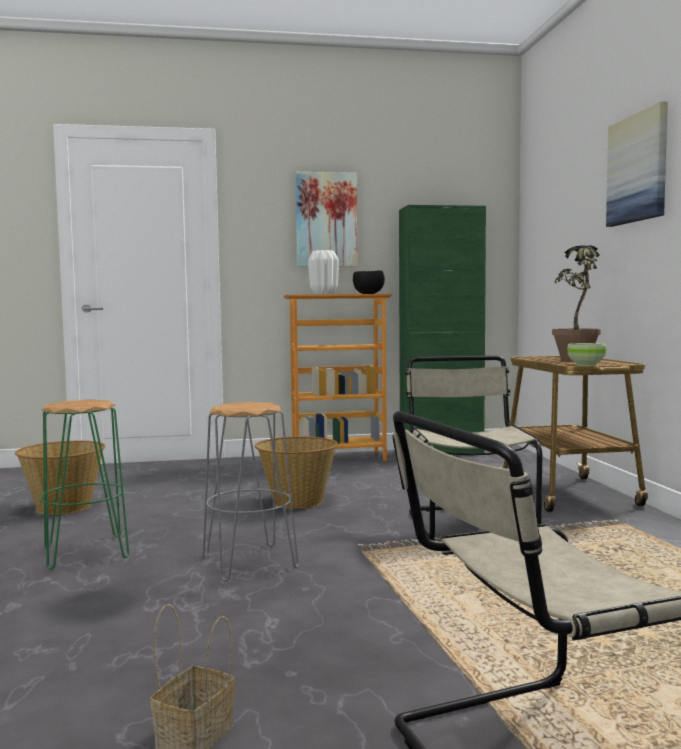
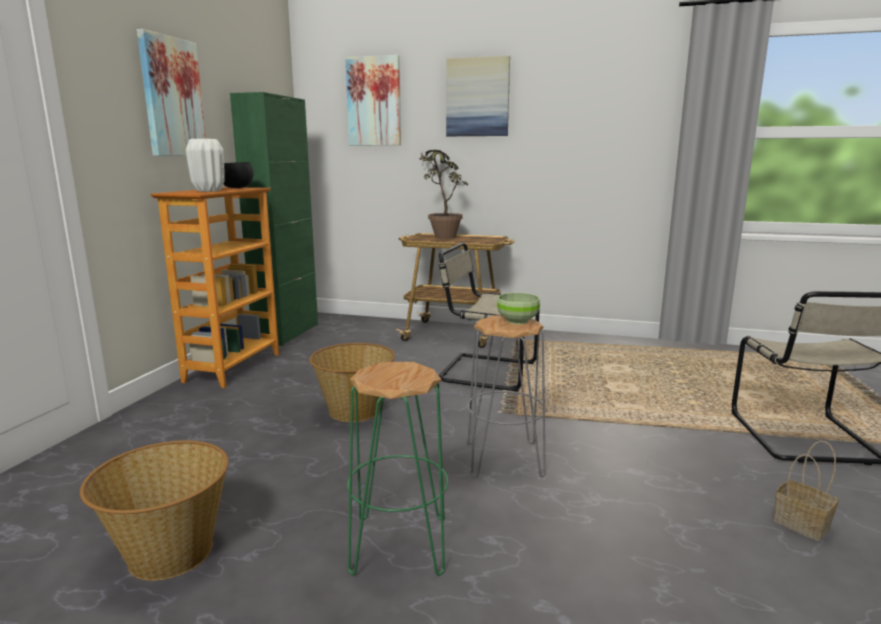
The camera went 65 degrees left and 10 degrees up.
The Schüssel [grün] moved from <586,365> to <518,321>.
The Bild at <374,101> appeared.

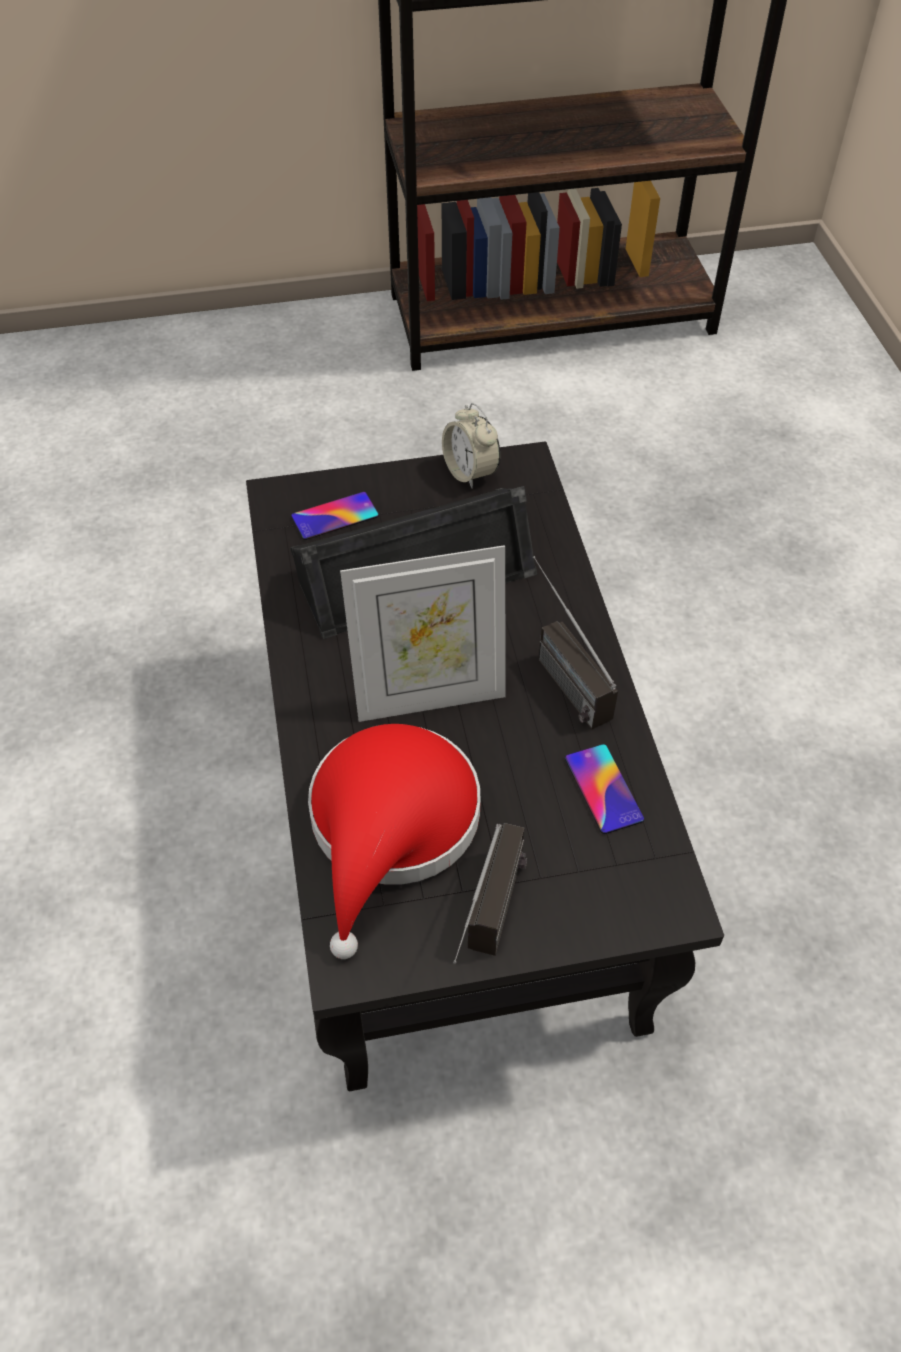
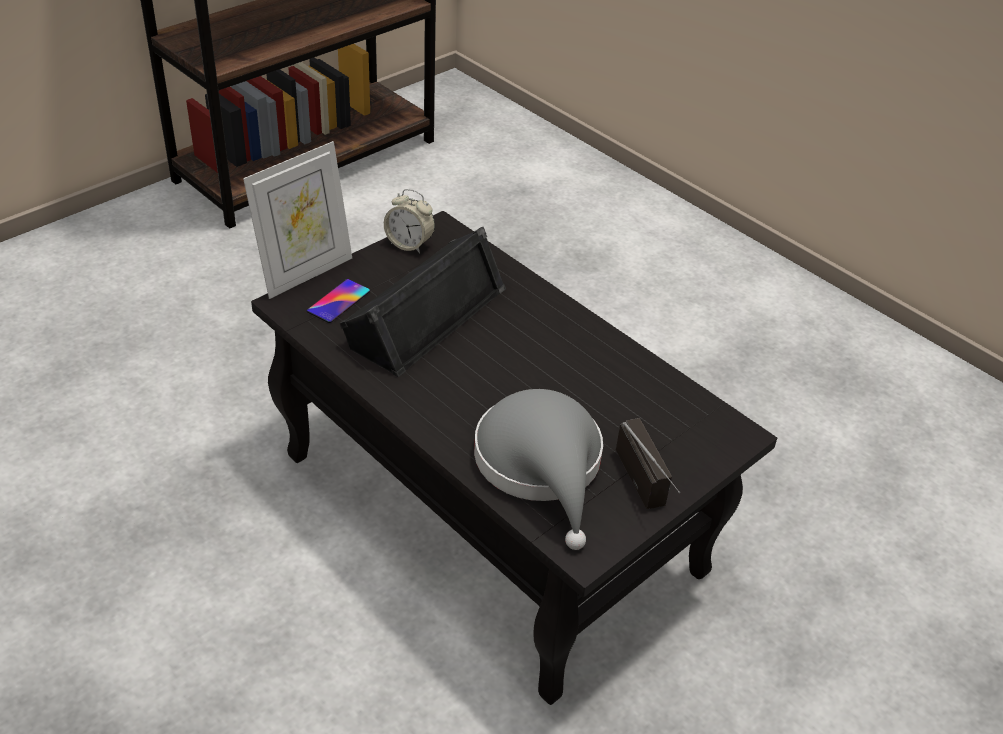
The camera went 35 degrees left and 10 degrees down.
The Bilderrahmen moved from <429,696> to <305,273>.
The Radio at <557,671> disappeared.
The Hut [rot] at <391,828> became the Hut [grau] at <542,466>.
The Handy at <603,789> disappeared.

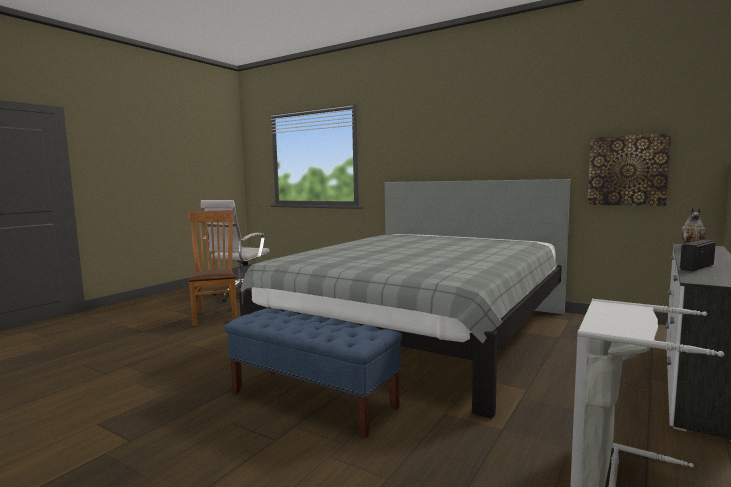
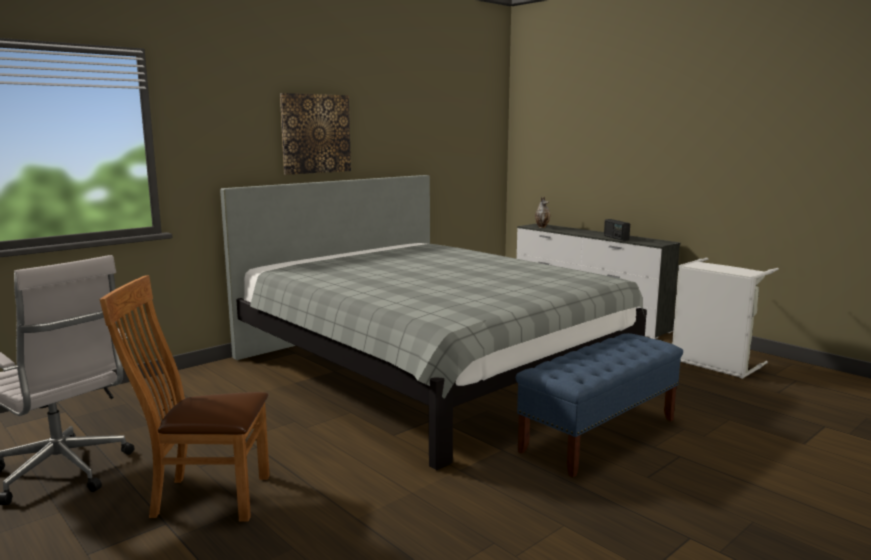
The camera went 75 degrees left and 5 degrees up.
The Bild moved from <627,170> to <315,134>.

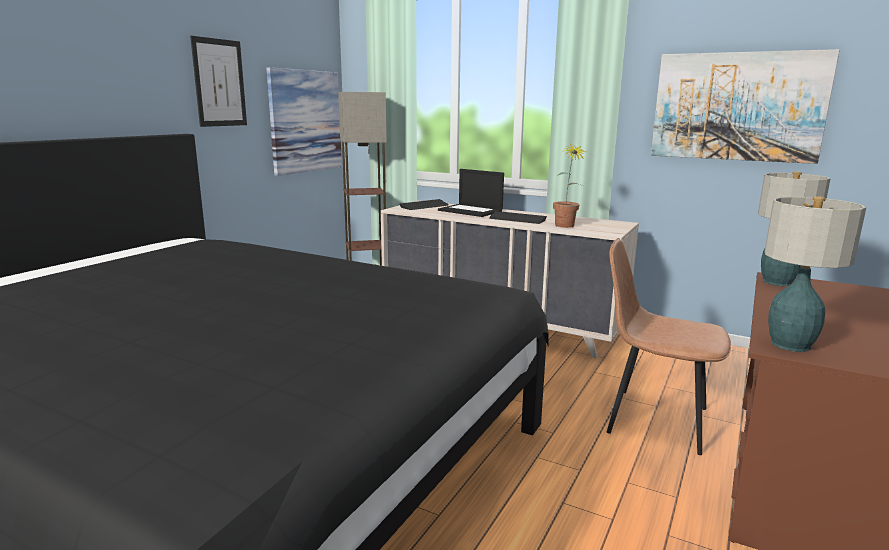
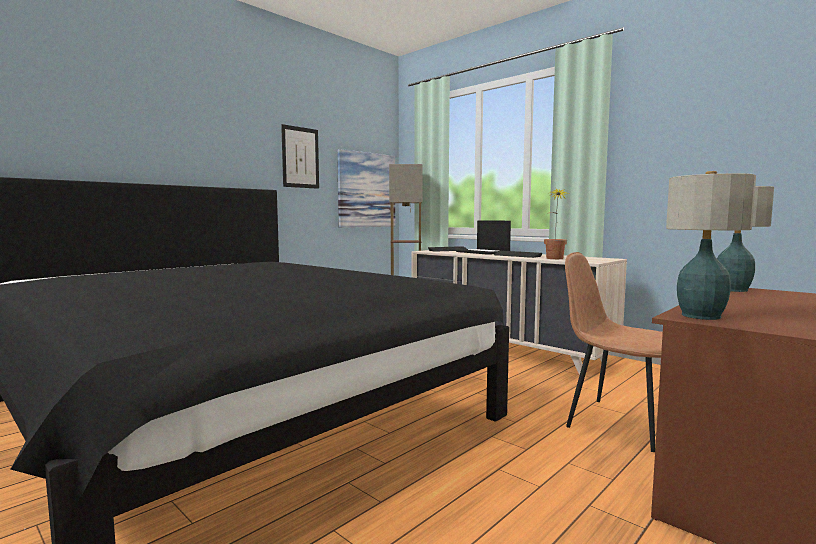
The camera went 15 degrees right and 10 degrees down.
The Bild at <737,107> disappeared.

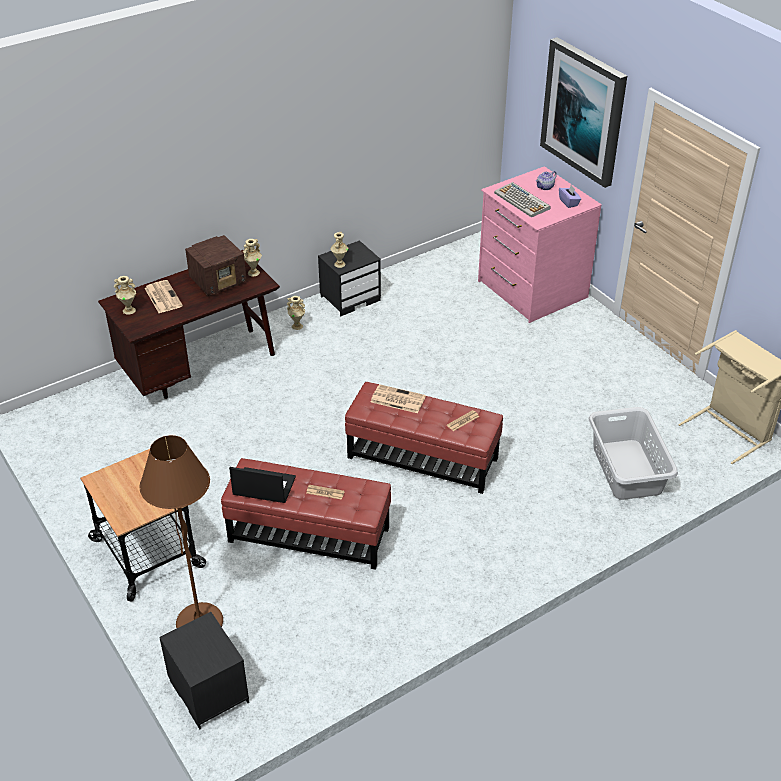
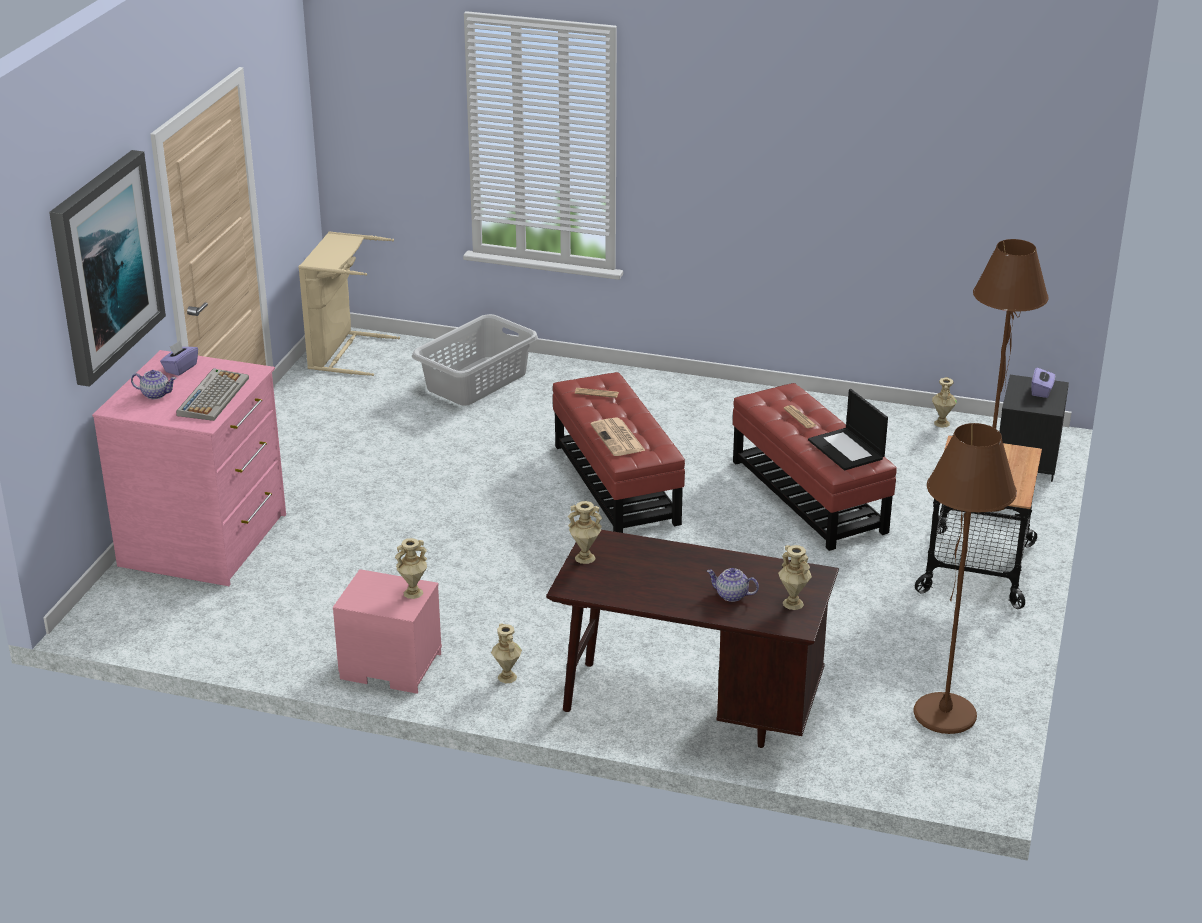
The camera went 130 degrees left and 10 degrees down.
The Radio at <219,281> disappeared.
The Nachttisch [schwarz] at <350,298> became the Nachttisch [rosa] at <389,667>.
The Zeitung at <162,297> was replaced by the Teekanne at <731,595>.
The Taschentuchbox [lila] at <1042,391> appeared.
The Vase [beige] at <941,423> appeared.
The Stehlampe [braun] at <944,715> appeared.

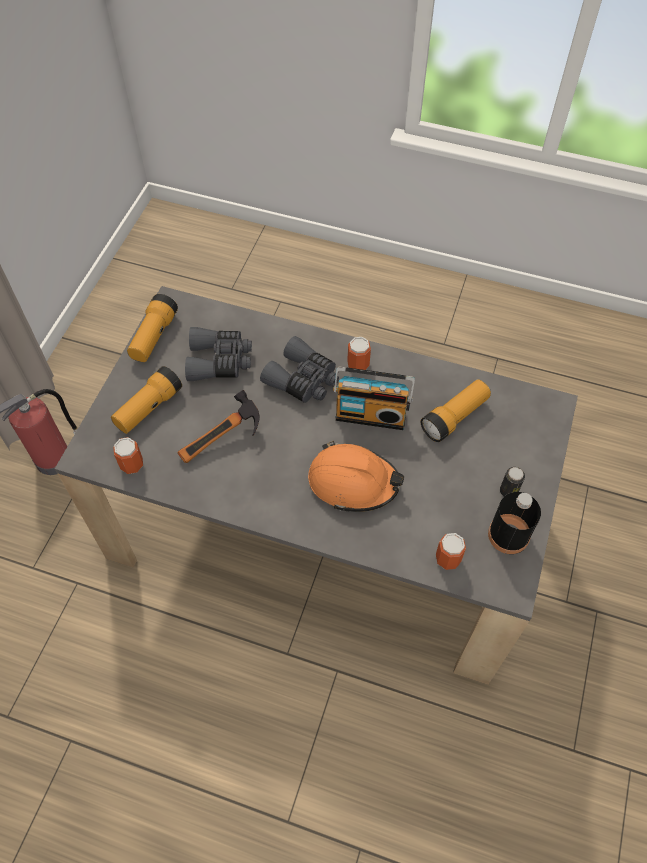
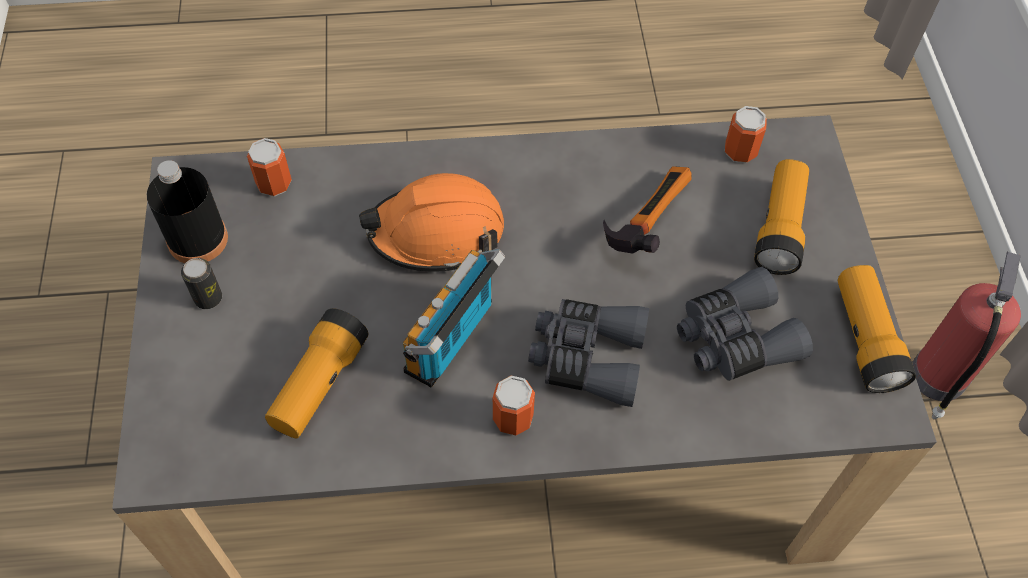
The camera went 155 degrees right and 0 degrees up.
The Radio at <371,414> turned 45 degrees counterclockwise.

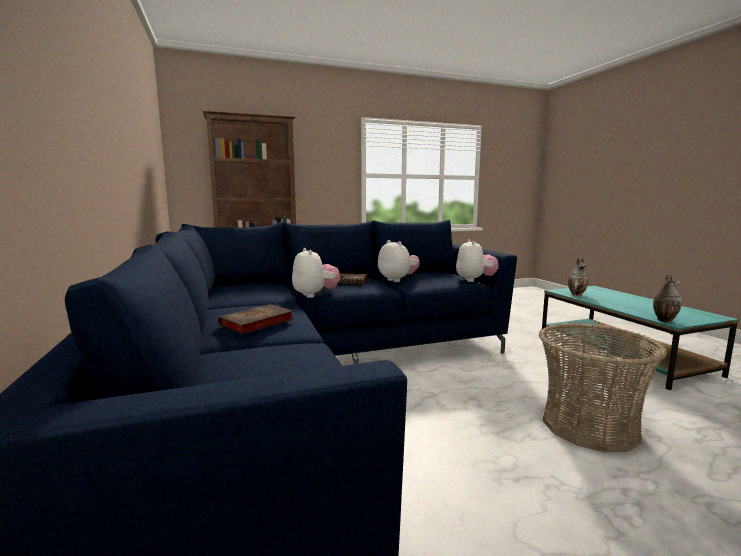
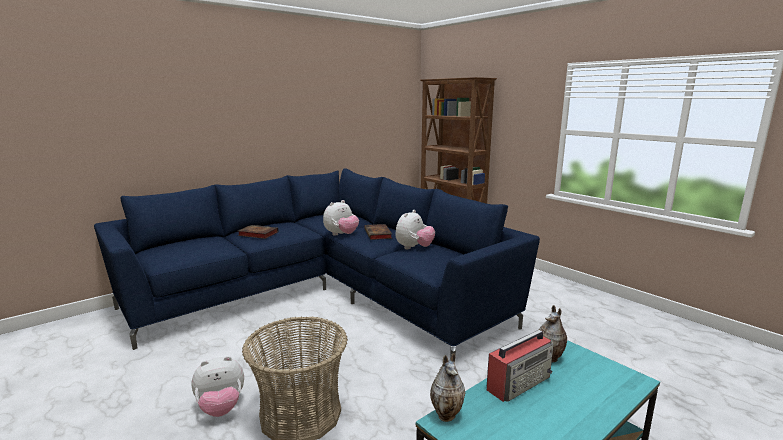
The camera went 70 degrees right and 5 degrees up.
The Plüschtier moved from <475,280> to <221,408>.
The Radio at <519,382> appeared.

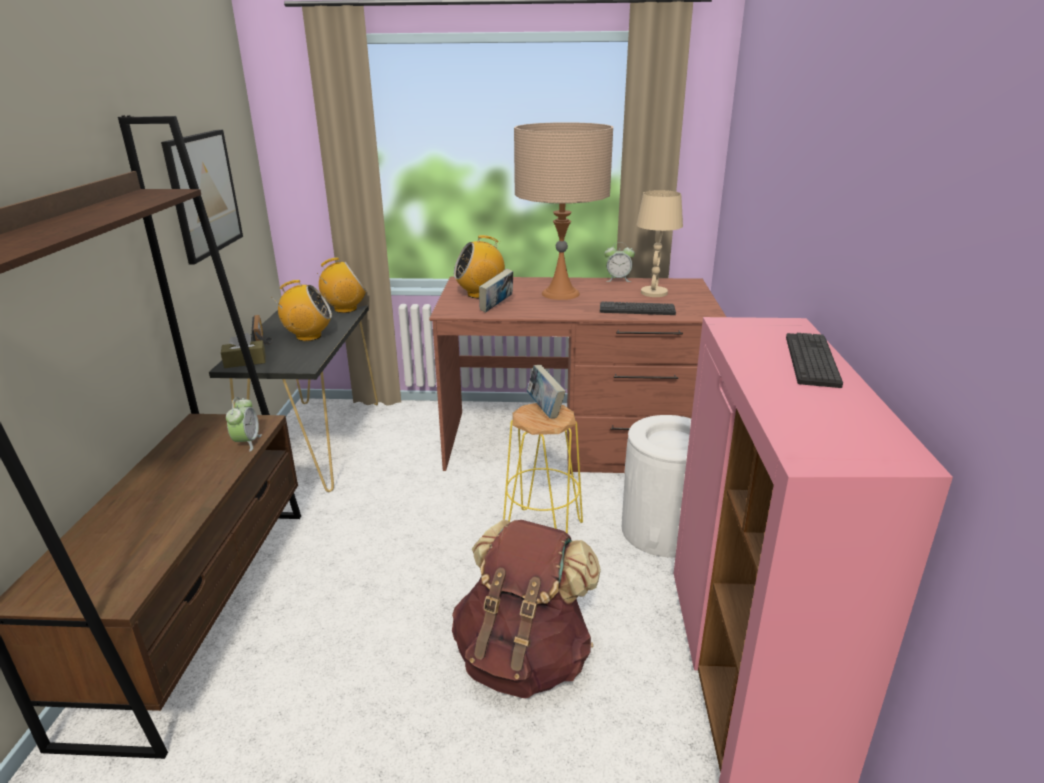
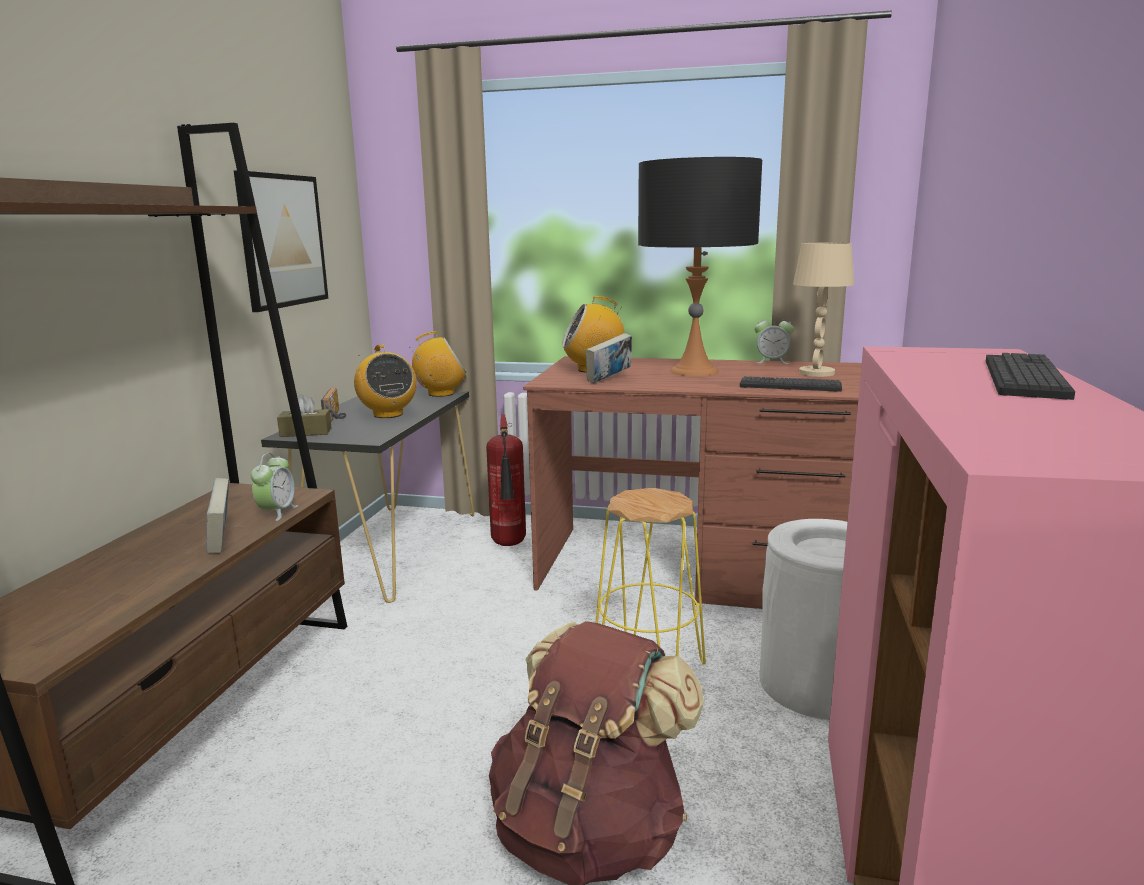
The camera went 10 degrees right and 10 degrees down.
The Tischlampe [beige] at <560,293> became the Tischlampe [schwarz] at <694,371>.
The Radio at <308,336> turned 60 degrees clockwise.
The Buch moved from <545,409> to <222,541>.
The Feuerlöscher at <509,545> appeared.

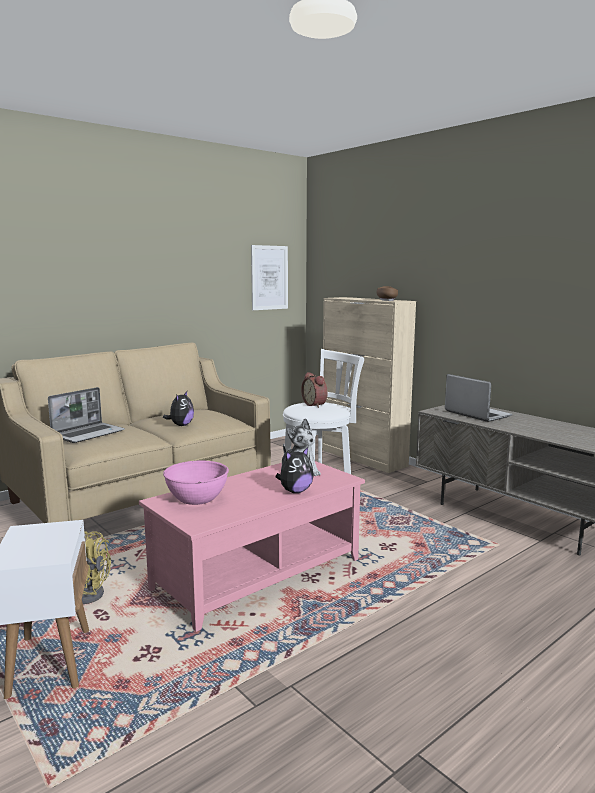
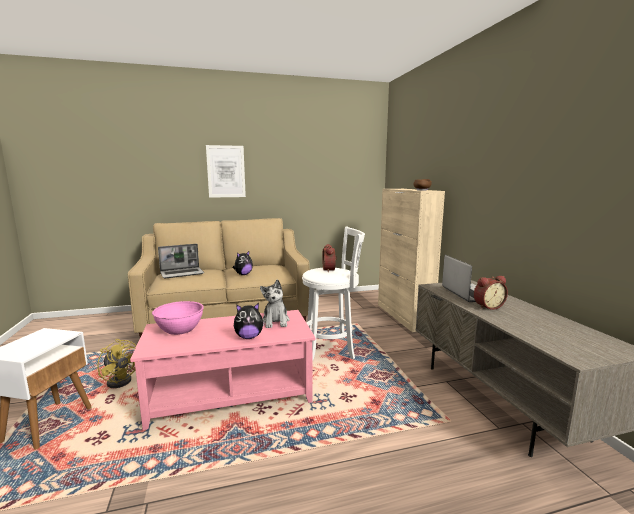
The camera went 25 degrees right and 0 degrees up.
The Bild moved from <269,277> to <226,171>.
The Wecker at <487,306> appeared.

